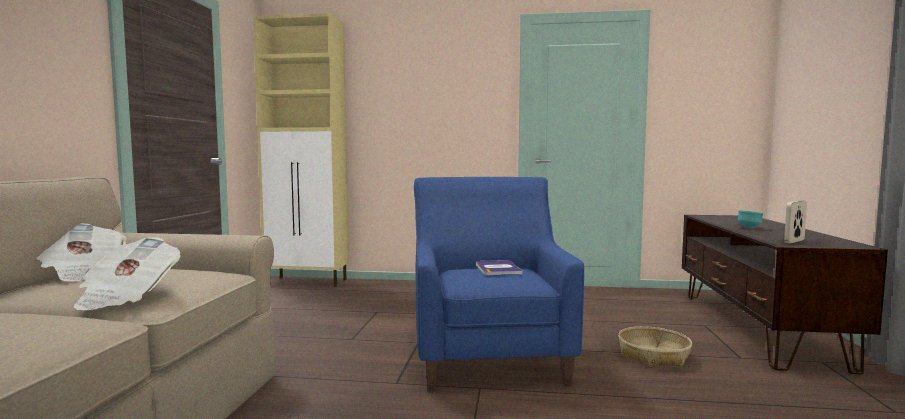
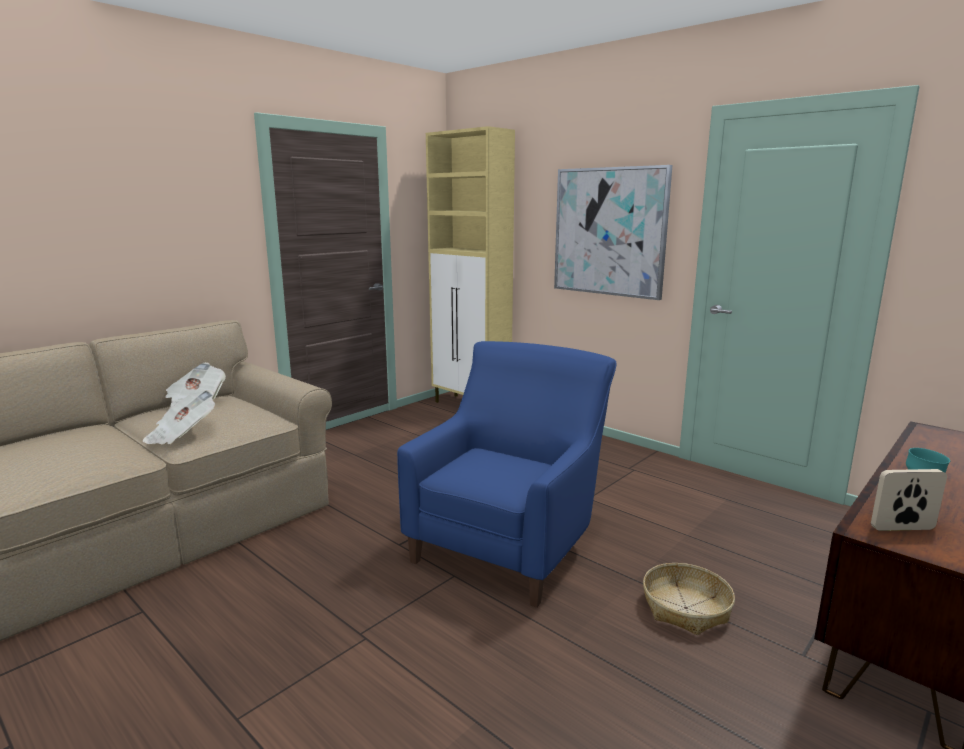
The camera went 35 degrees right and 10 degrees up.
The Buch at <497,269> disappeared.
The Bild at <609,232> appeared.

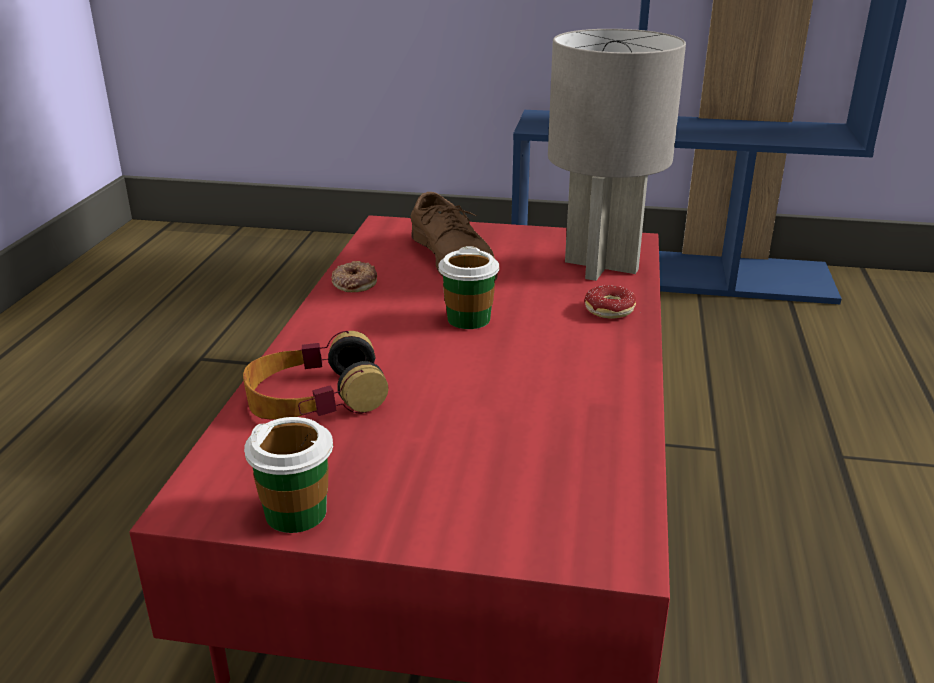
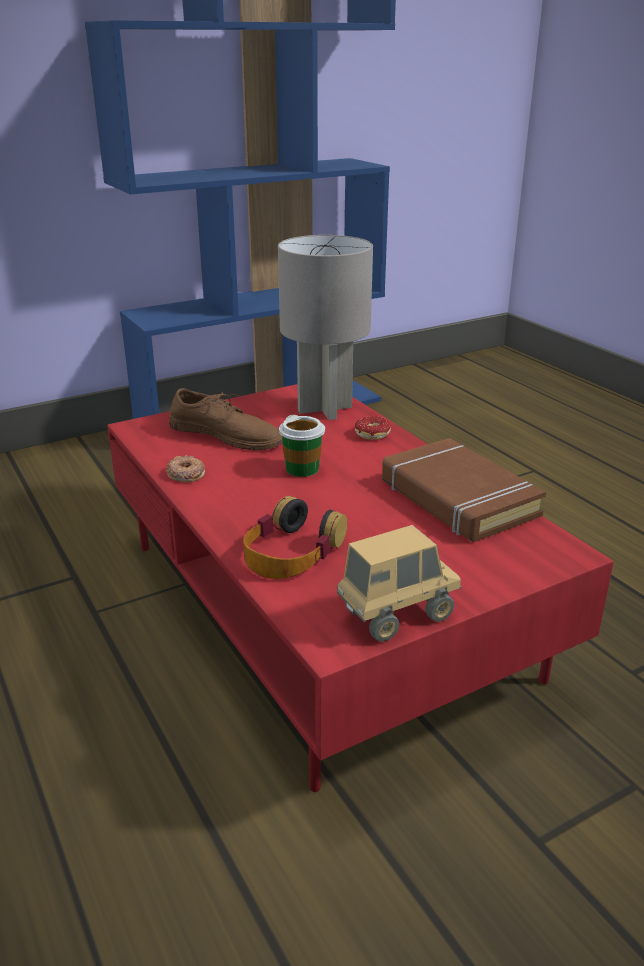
The camera went 40 degrees left and 0 degrees up.
The Tasse at <296,513> was replaced by the Spielzeuglaster at <397,616>.
The Buch [braun] at <457,498> appeared.

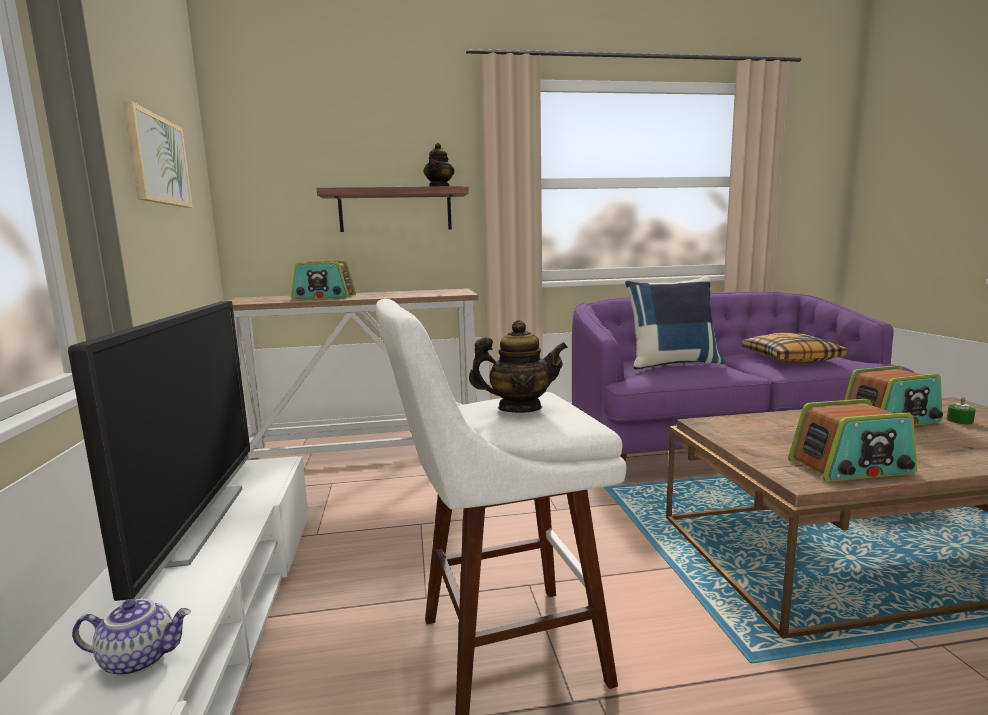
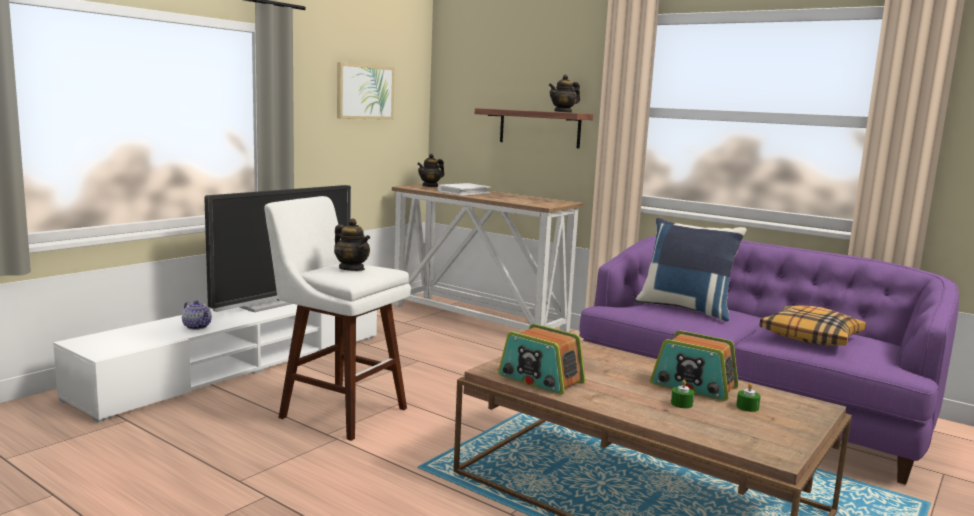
The camera went 45 degrees right and 0 degrees up.
The Radio at <324,297> was replaced by the Buch [weiß] at <463,192>.
The Teekanne at <430,186> appeared.
The Kerze [grün] at <681,404> appeared.

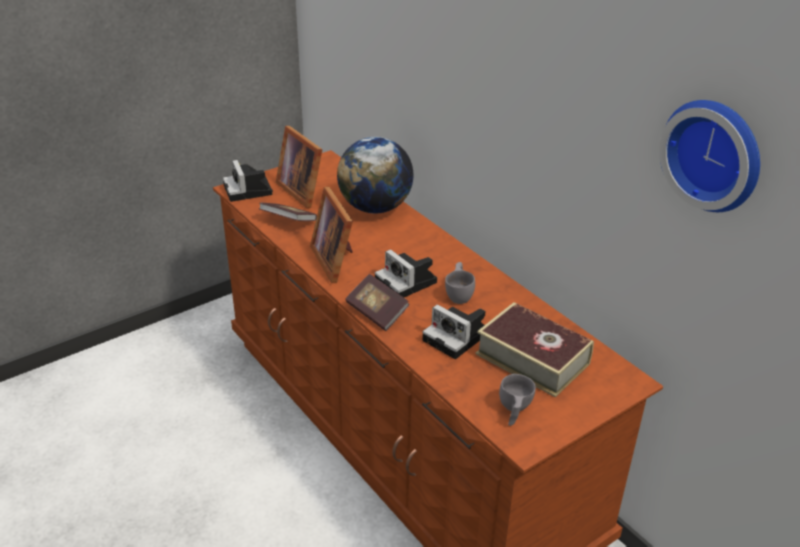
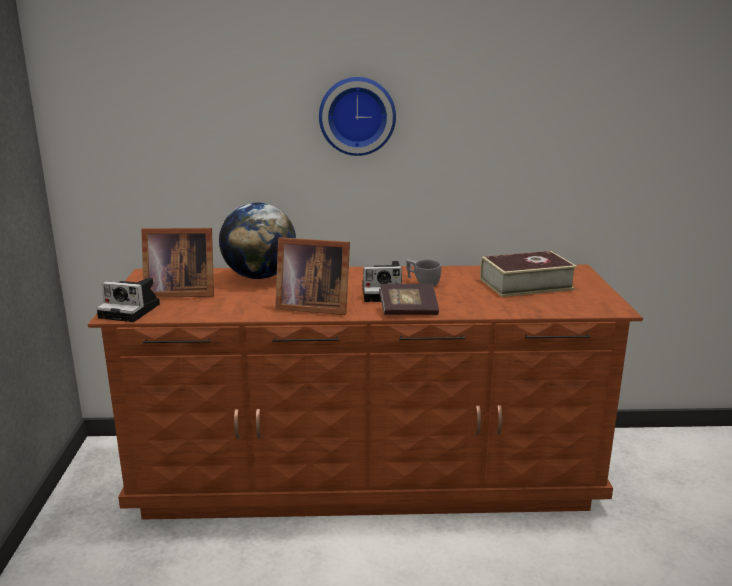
The camera went 55 degrees left and 15 degrees down.
The Wanduhr moved from <715,154> to <357,116>.
The Buch at <288,221> disappeared.
The Kamera at <458,338> disappeared.
The Tasse [grau] at <513,410> disappeared.

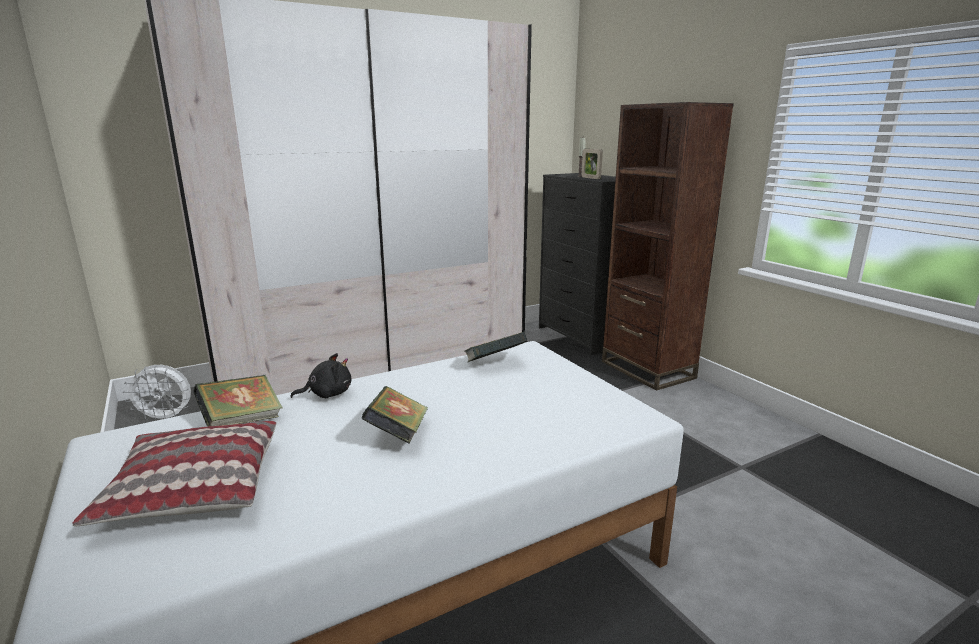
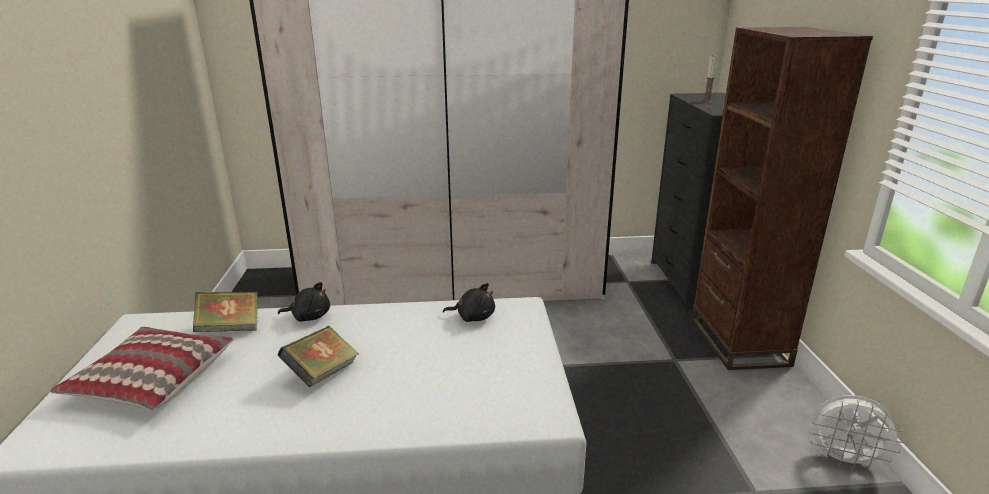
The camera went 25 degrees right and 5 degrees up.
The Bilderrahmen at <590,178> disappeared.
The Buch at <494,364> was replaced by the Plüschtier [schwarz] at <473,317>.
The Ventilator [weiß] moved from <166,418> to <844,460>.

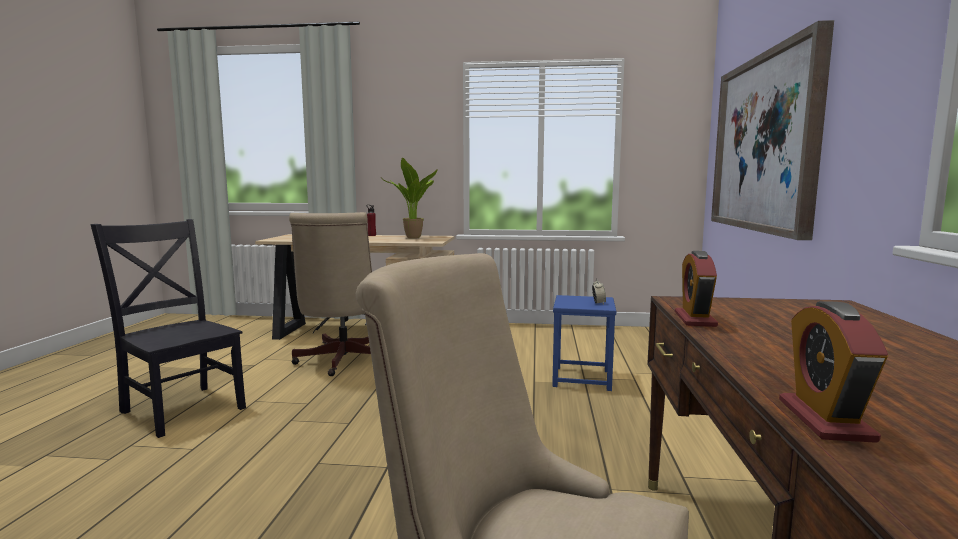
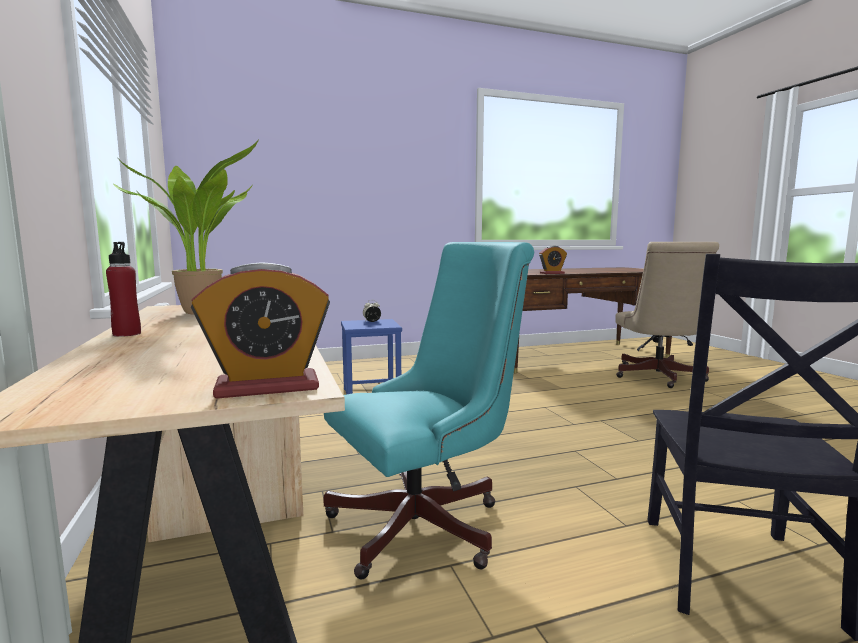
The camera went 115 degrees left and 0 degrees up.
The Bild at <764,143> disappeared.
The Bürostuhl [beige] at <341,362> became the Bürostuhl [türkis] at <428,524>.
The Wecker moved from <825,420> to <267,387>.

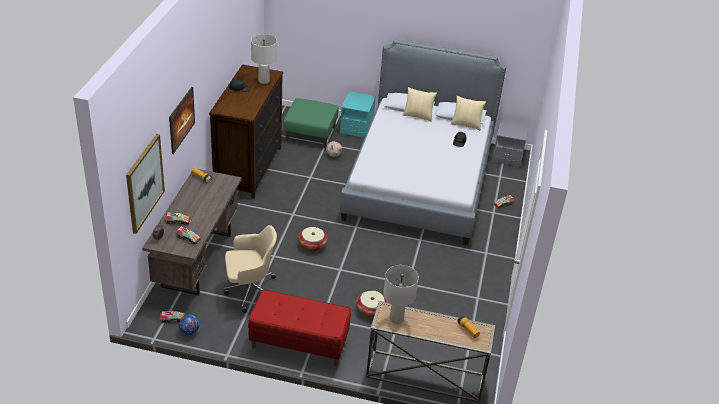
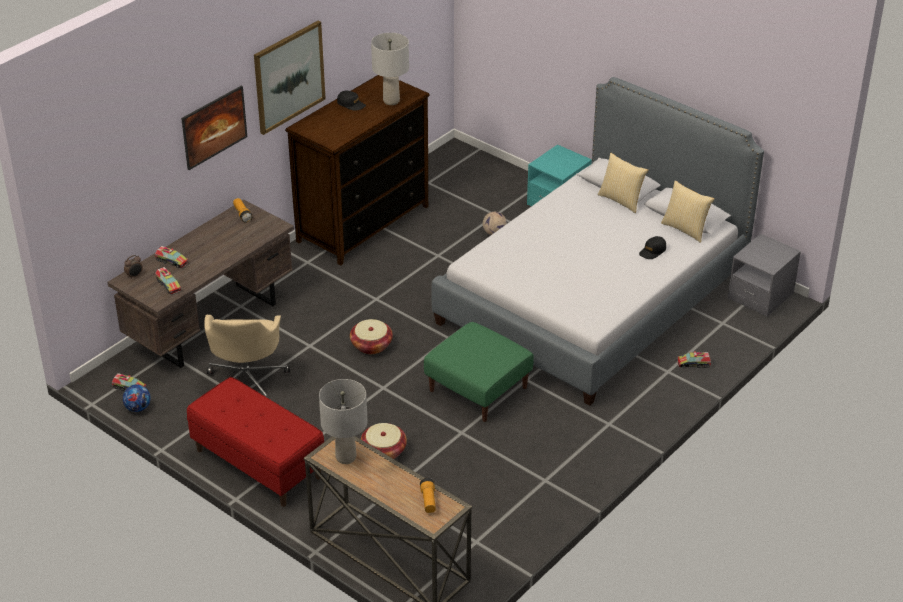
The camera went 30 degrees right and 0 degrees up.
The Polsterhocker [grün] moved from <311,134> to <479,389>.
The Bild moved from <144,183> to <289,76>.
The Bürostuhl [beige] at <250,291> turned 75 degrees clockwise.

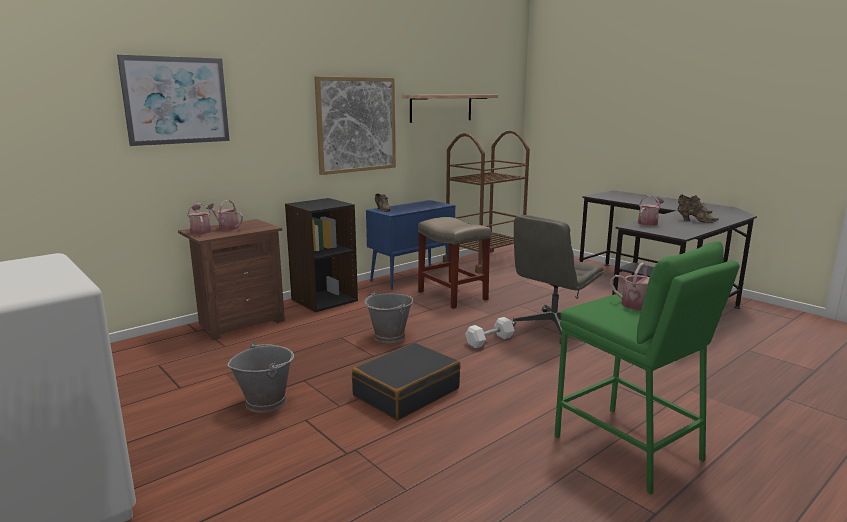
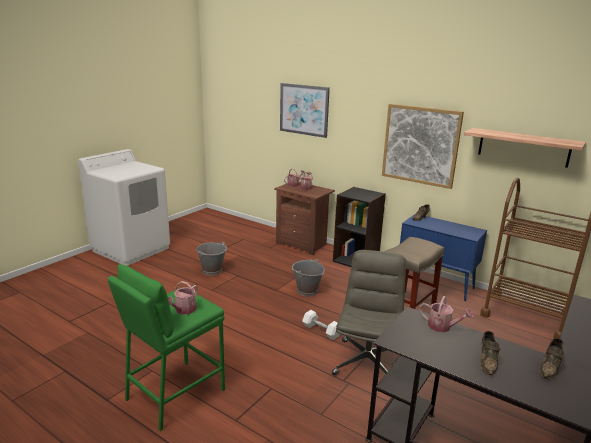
The camera went 75 degrees right and 5 degrees up.
The Bürostuhl [grau] at <552,328> turned 75 degrees clockwise.
The Koffer [schwarz] at <406,392> disappeared.

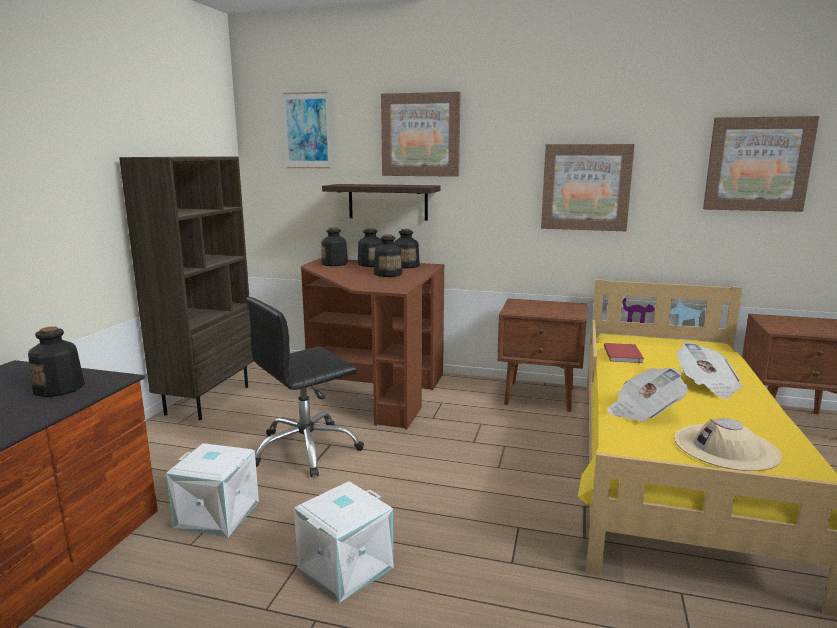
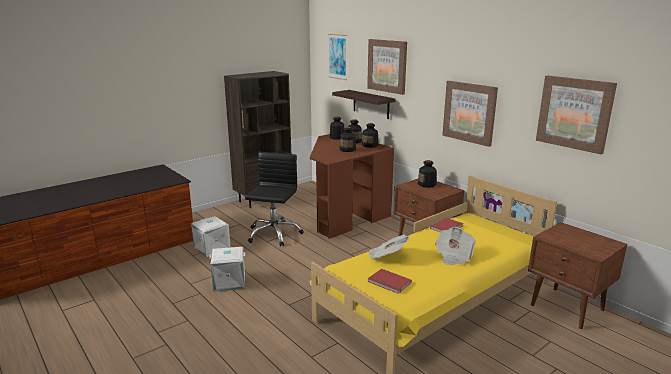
The camera went 35 degrees right and 5 degrees up.
The Bürostuhl [schwarz] at <306,449> turned 105 degrees clockwise.
The Flasche moved from <59,388> to <427,184>.
The Hut [beige] at <726,447> was replaced by the Buch [rot] at <389,283>.

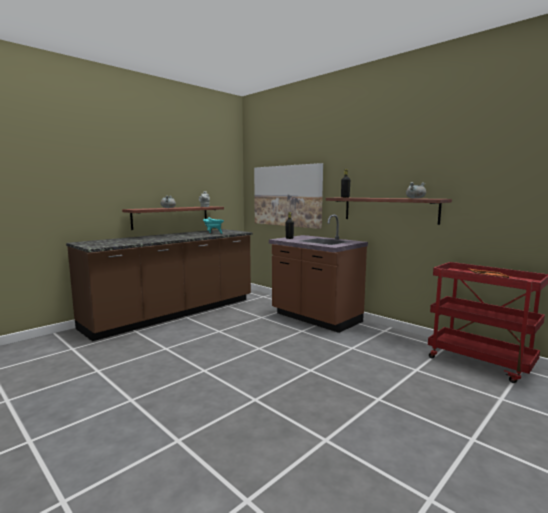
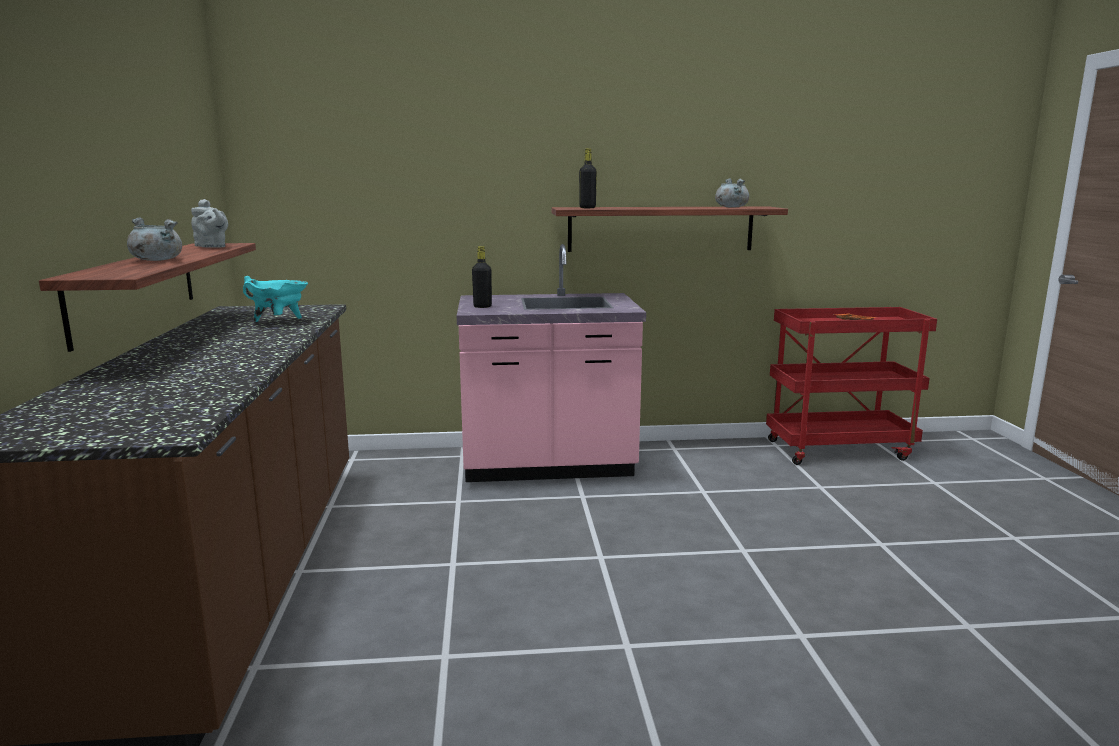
The camera went 50 degrees left and 5 degrees up.
The Bild at <287,196> disappeared.
The Küchenzeile [braun] at <315,318> became the Küchenzeile [rosa] at <548,466>.

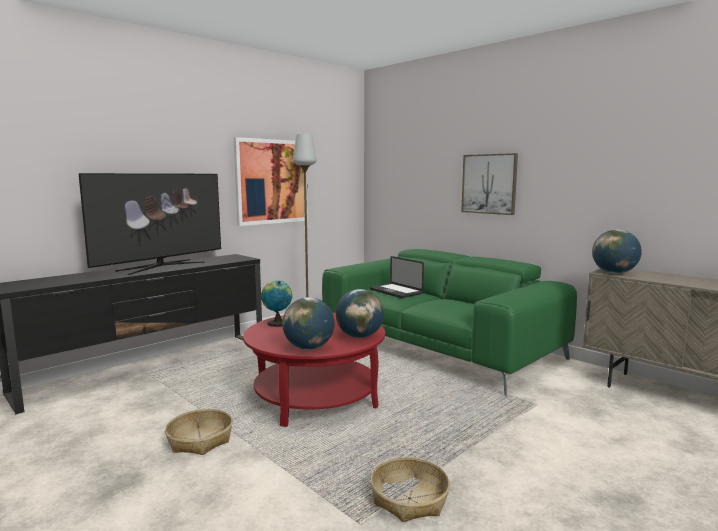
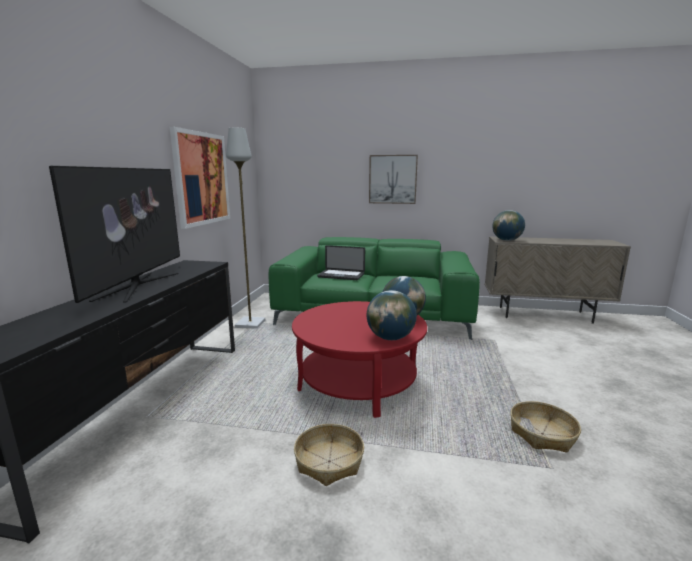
The camera went 35 degrees left and 5 degrees up.
The Globus at <277,323> disappeared.

